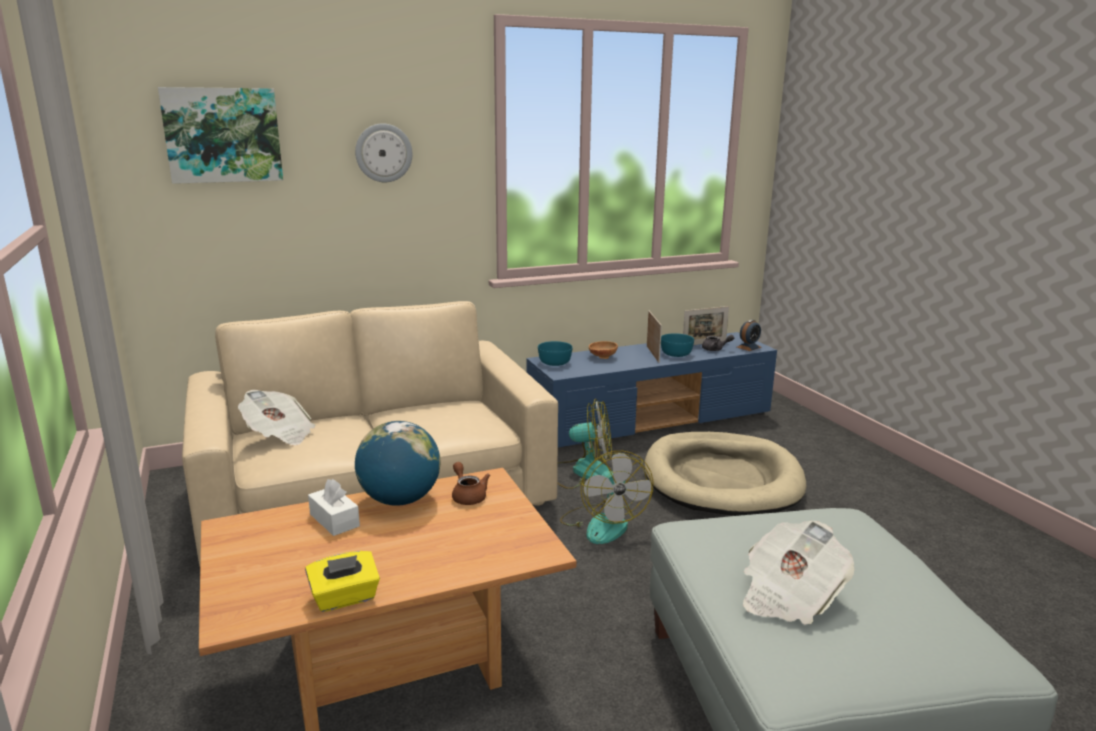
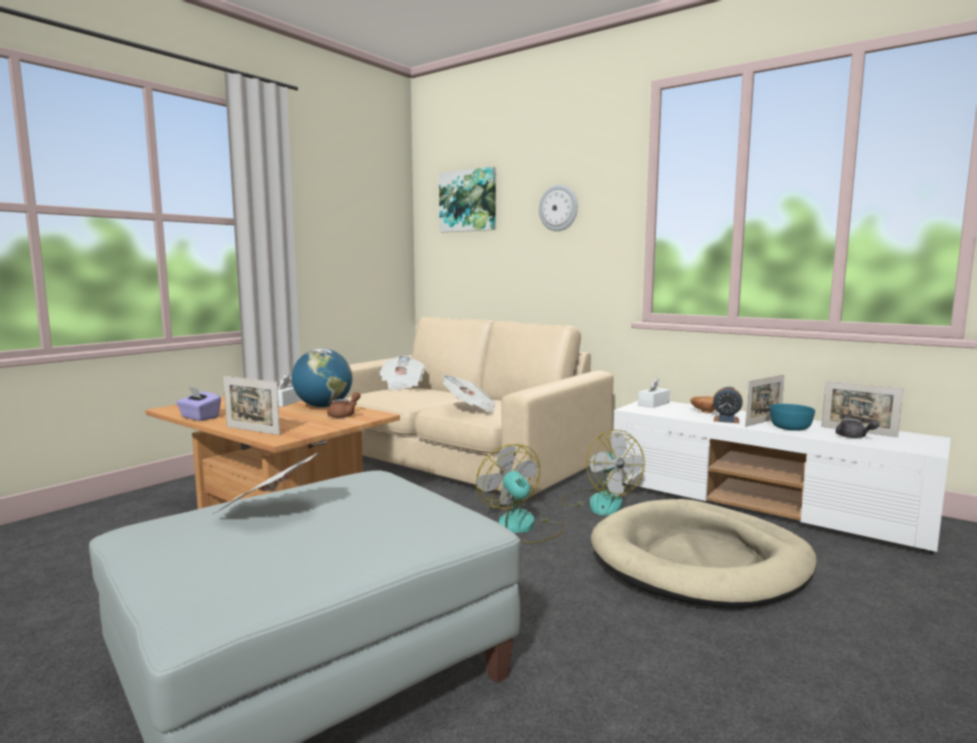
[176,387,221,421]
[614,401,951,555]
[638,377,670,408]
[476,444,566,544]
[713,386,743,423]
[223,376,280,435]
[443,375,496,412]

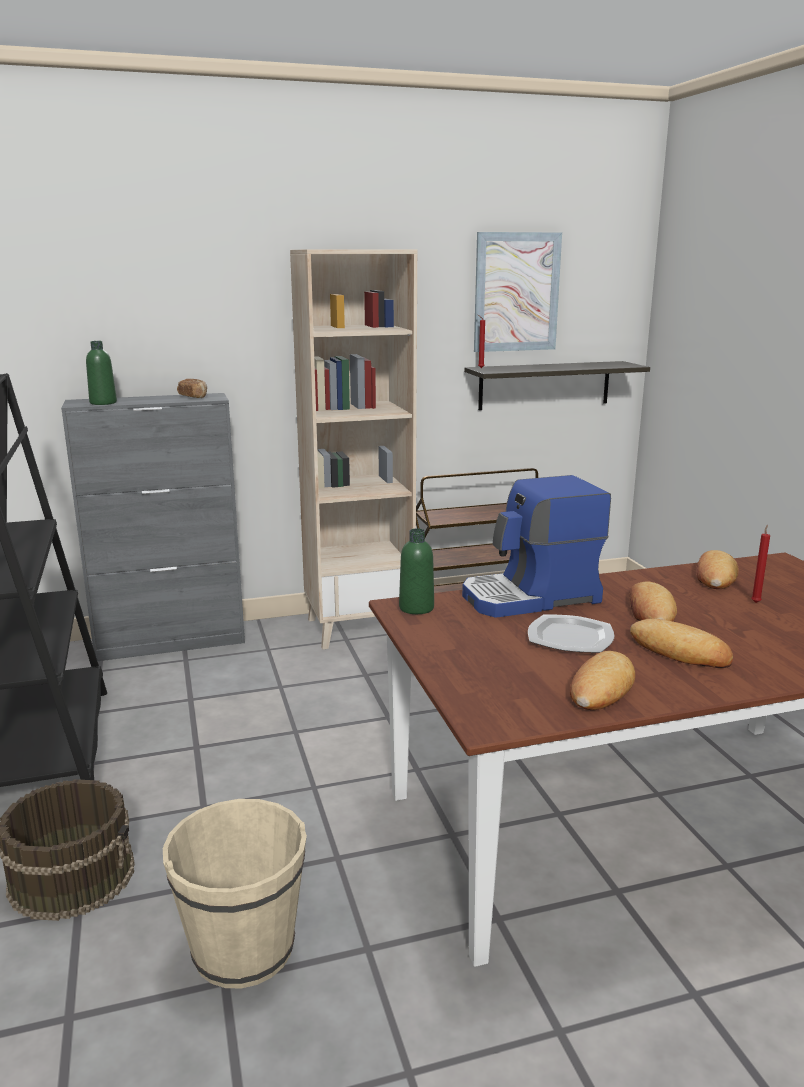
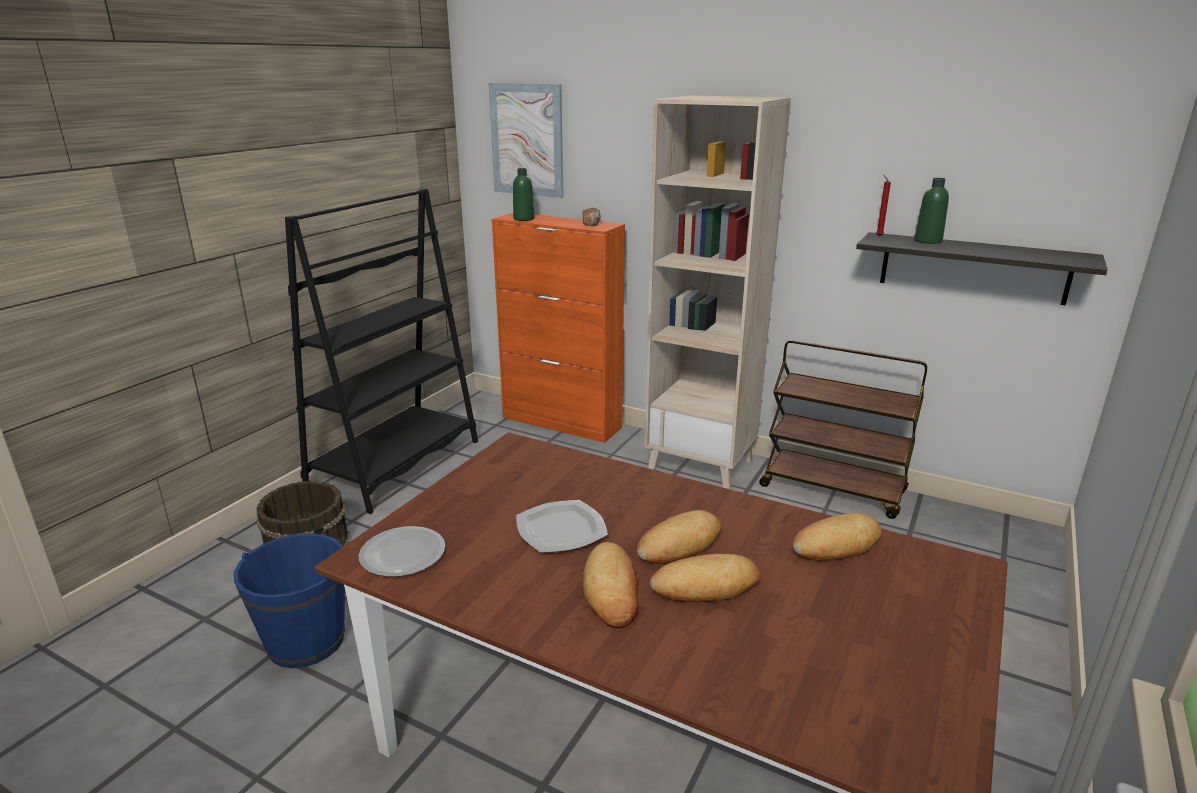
[492,213,625,443]
[234,533,345,668]
[914,178,949,244]
[462,475,611,618] (first image)
[488,83,563,198]
[650,554,761,602]
[751,525,770,603] (first image)
[359,526,445,577]

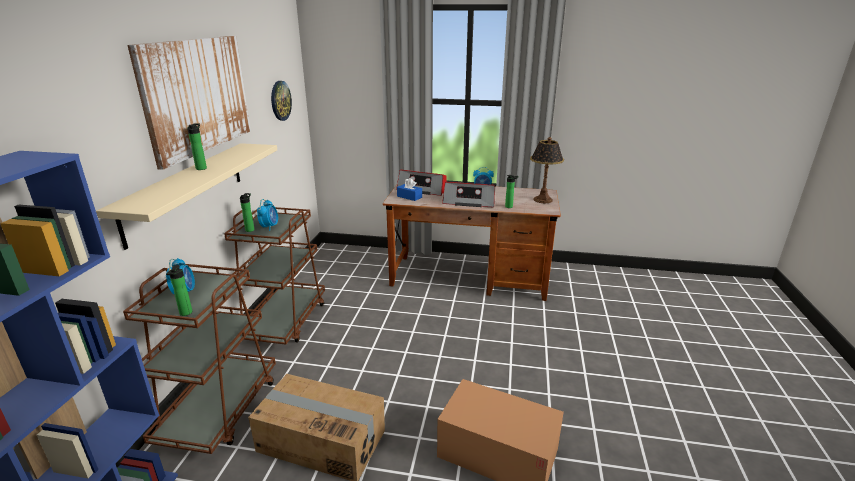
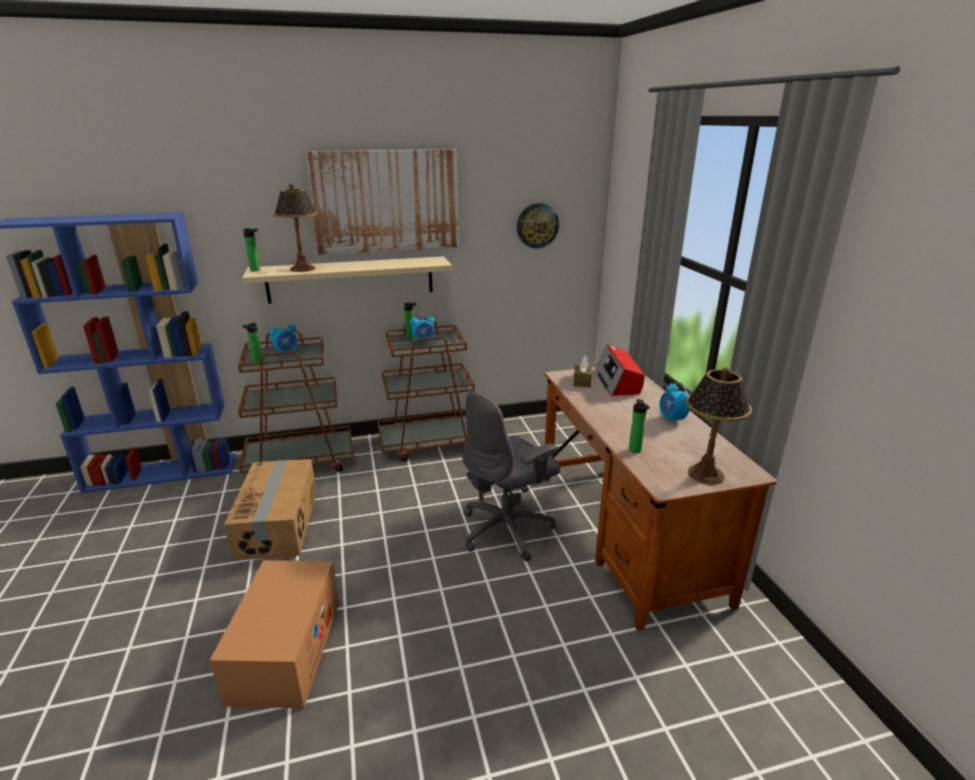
[243,228,260,271]
[573,356,592,387]
[442,182,495,207] (first image)
[273,184,318,272]
[462,391,560,561]

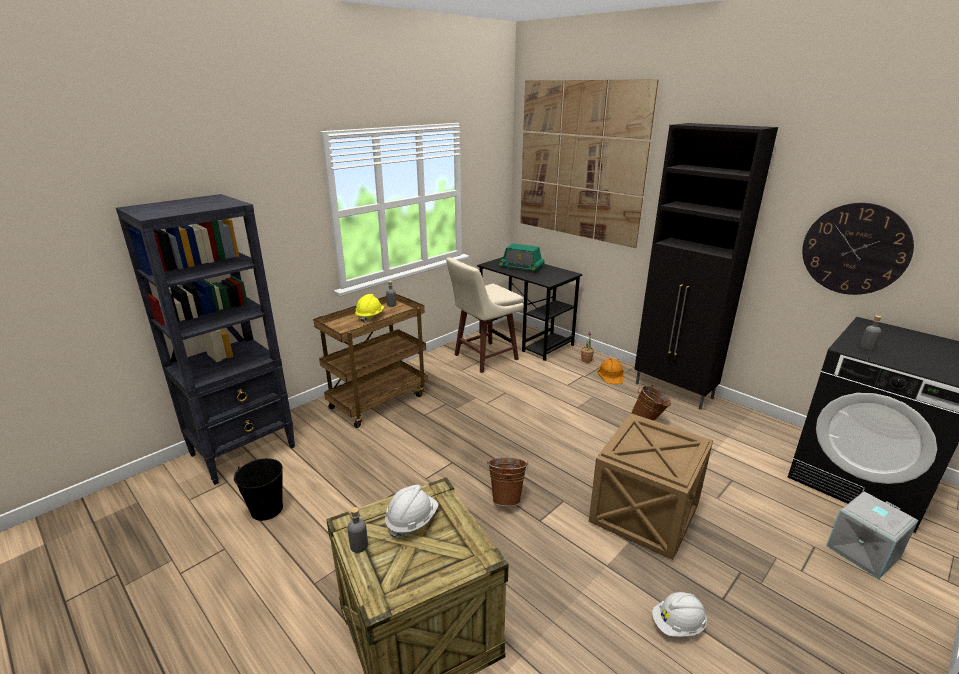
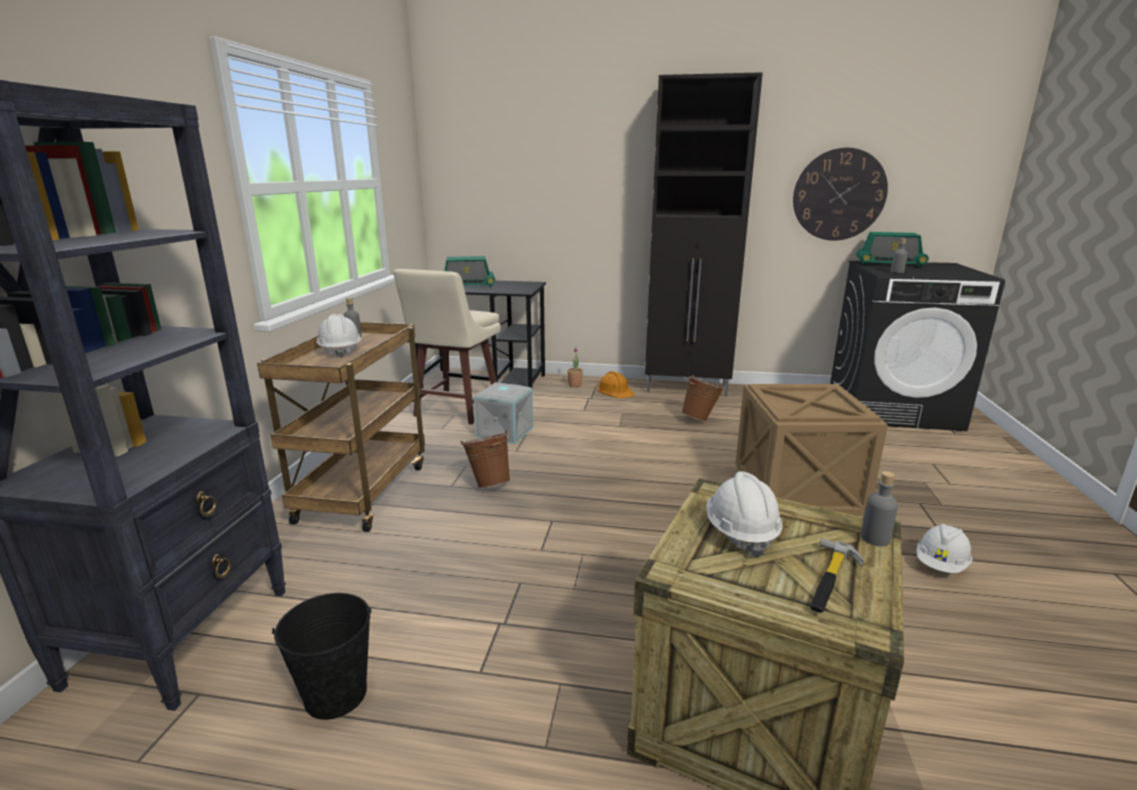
[861,471,898,546]
[317,314,362,358]
[461,430,511,488]
[520,79,658,248] (first image)
[474,382,533,444]
[809,538,864,613]
[856,232,929,267]

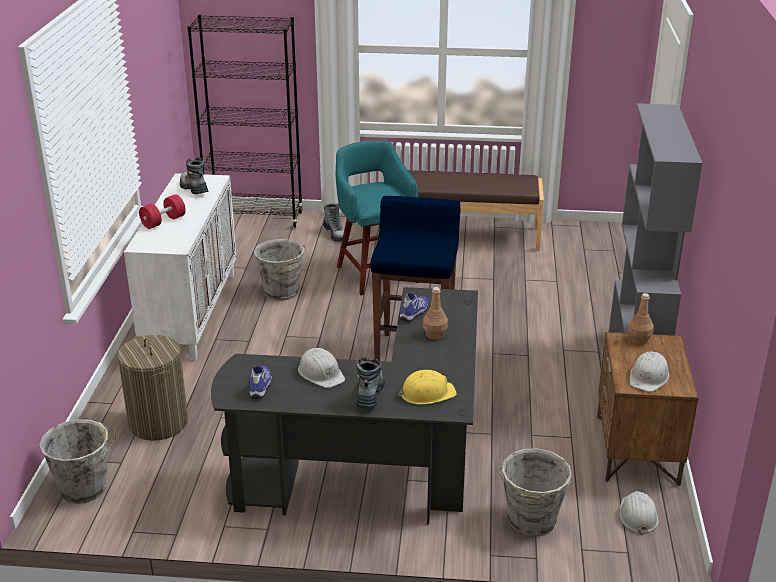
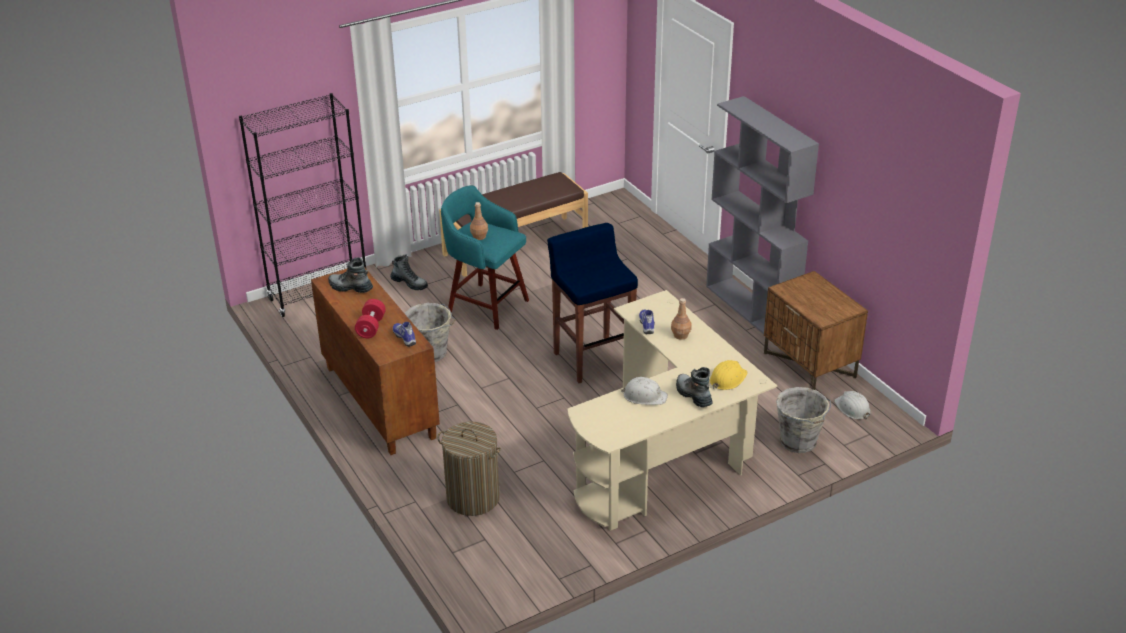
[39,417,116,504] (first image)
[311,267,440,455]
[568,290,777,531]
[393,322,416,347]
[470,202,488,240]
[630,351,669,392] (first image)

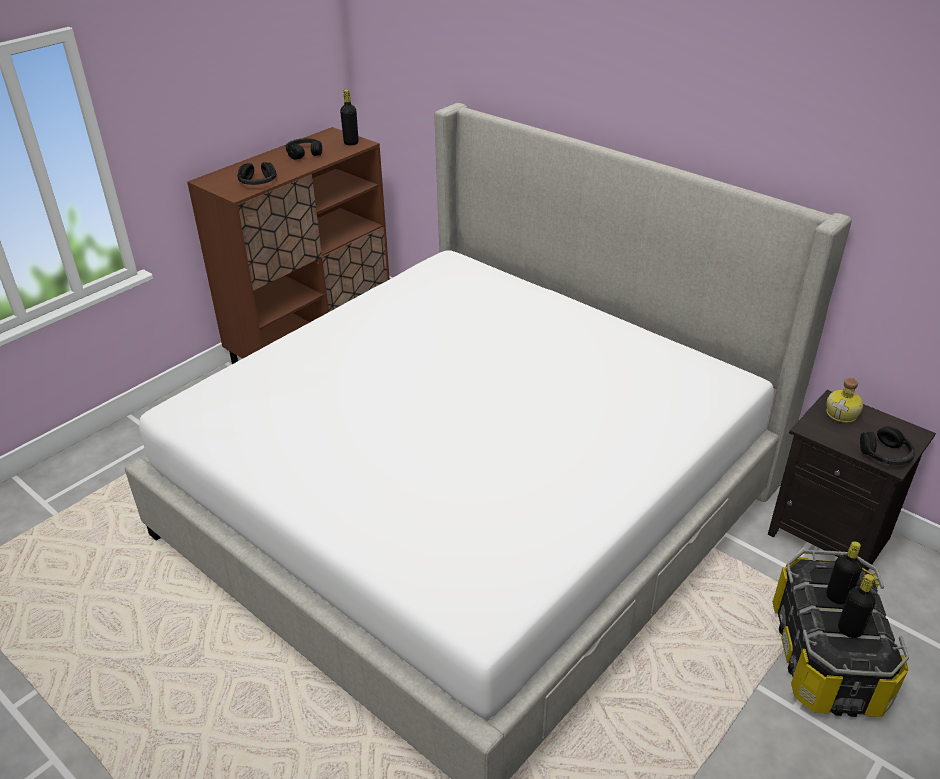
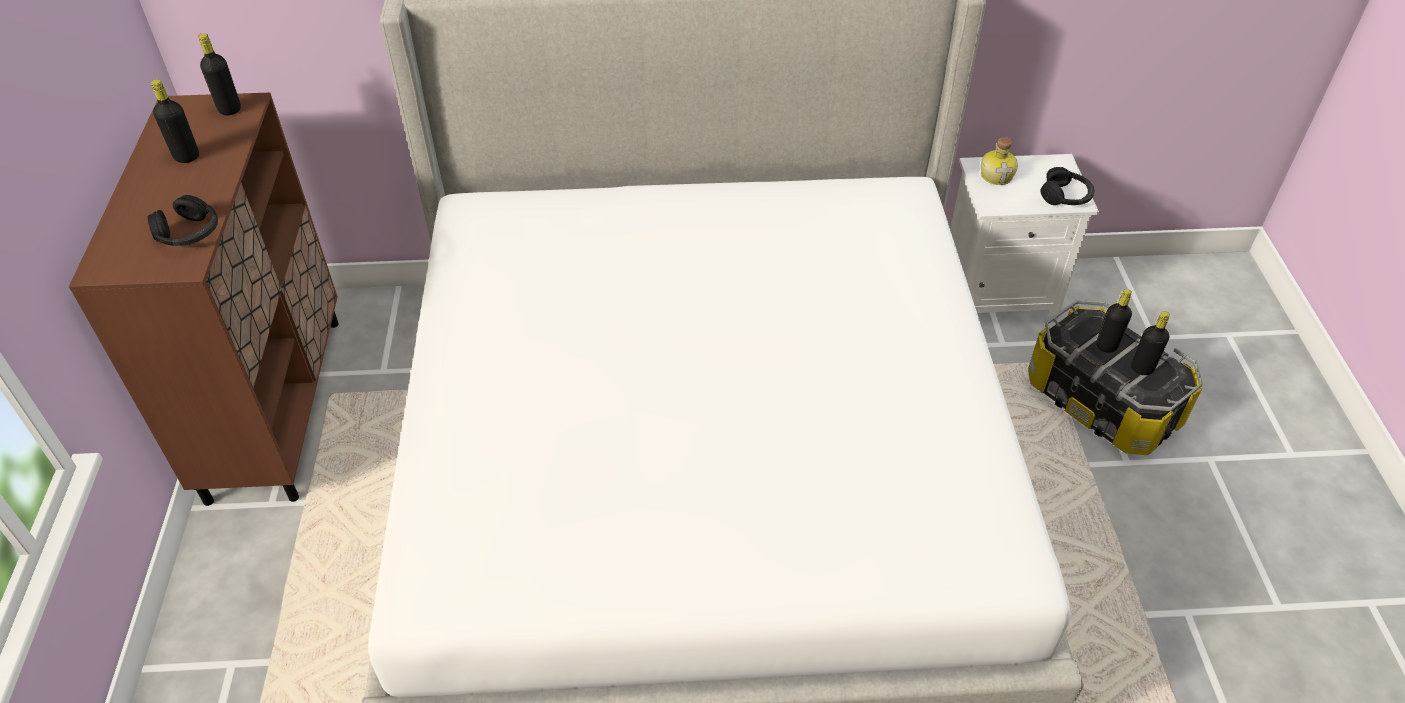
[151,79,199,163]
[950,154,1099,320]

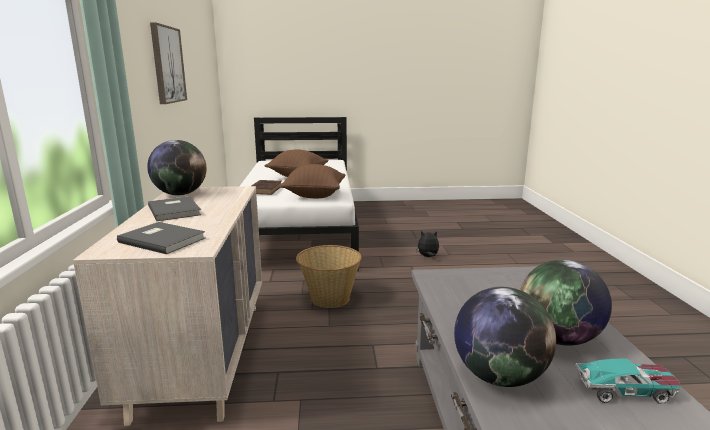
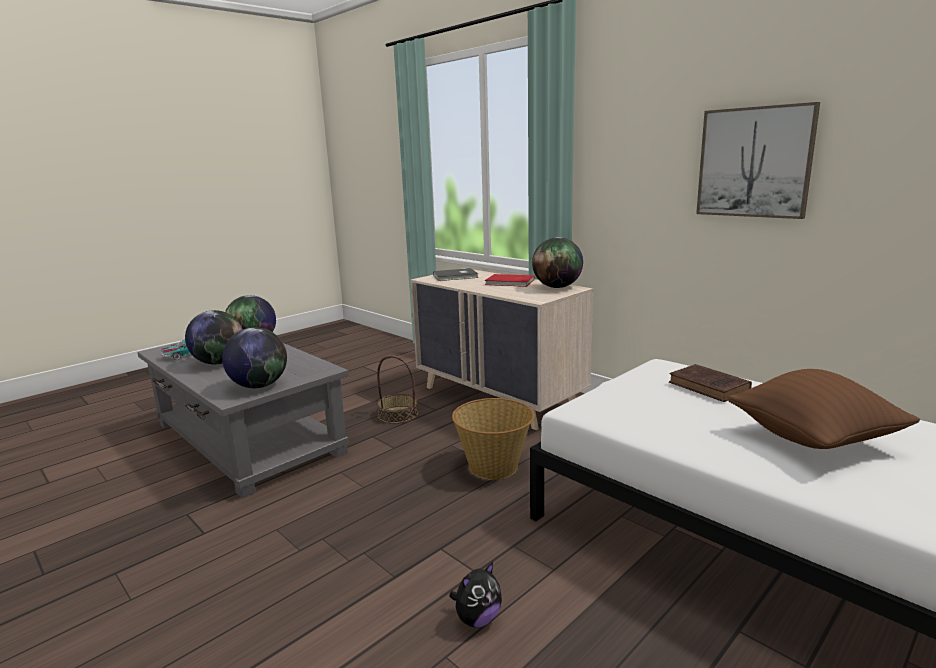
[485,274,535,287]
[280,164,345,198] (first image)
[222,327,287,388]
[377,355,418,424]

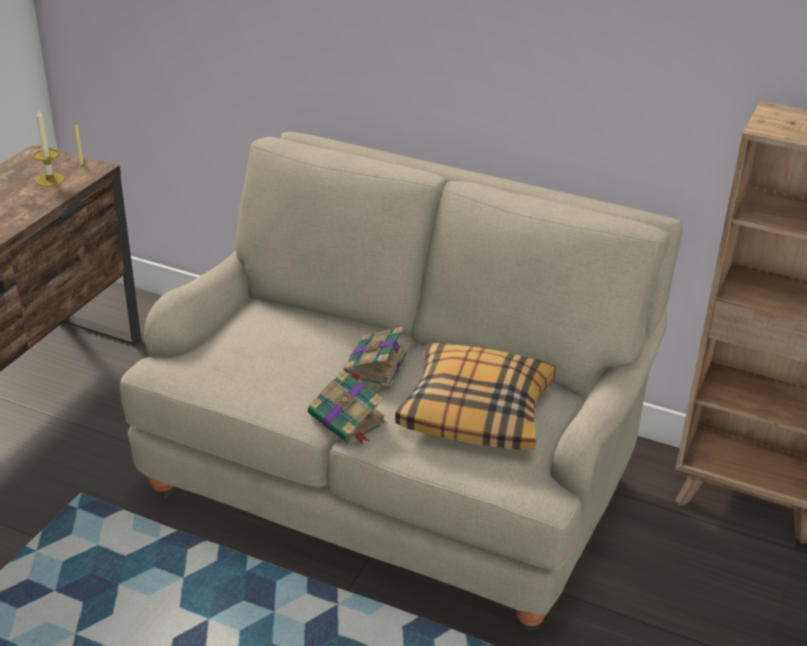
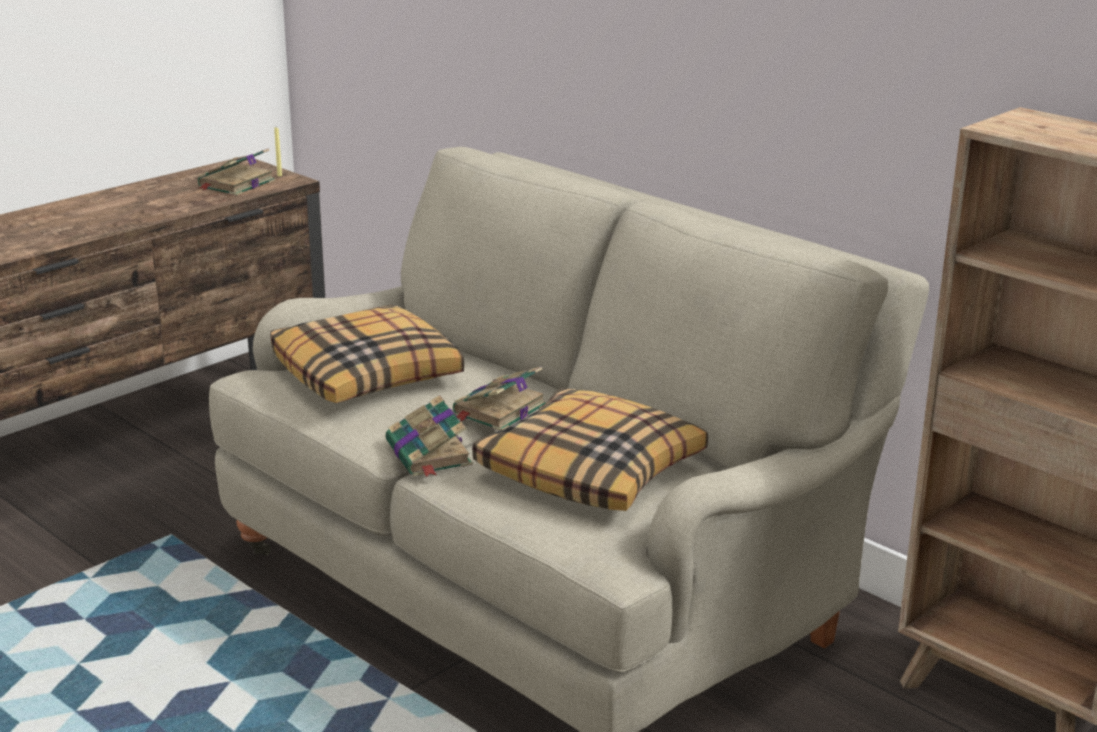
[197,148,275,196]
[270,304,464,403]

